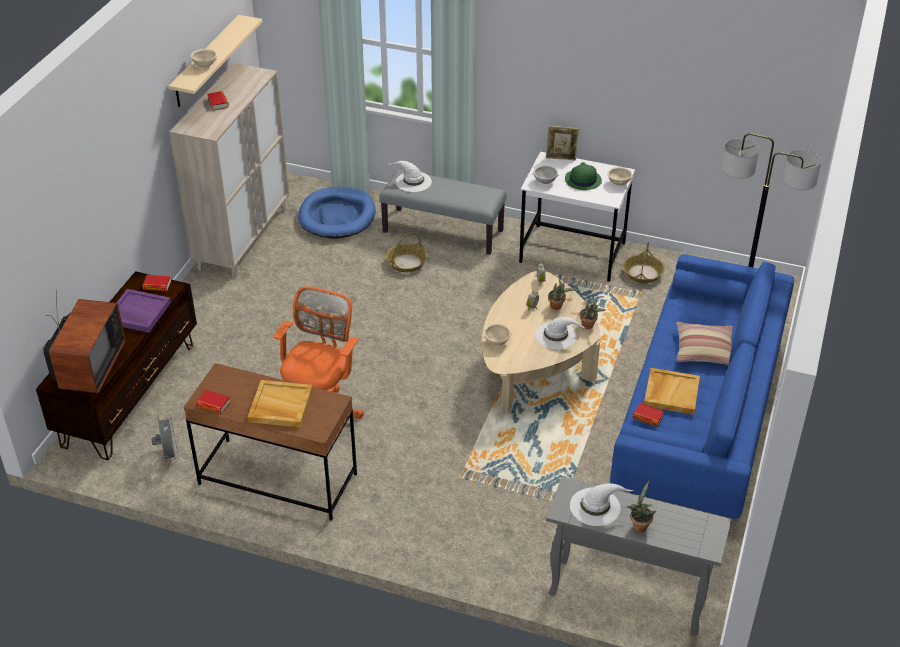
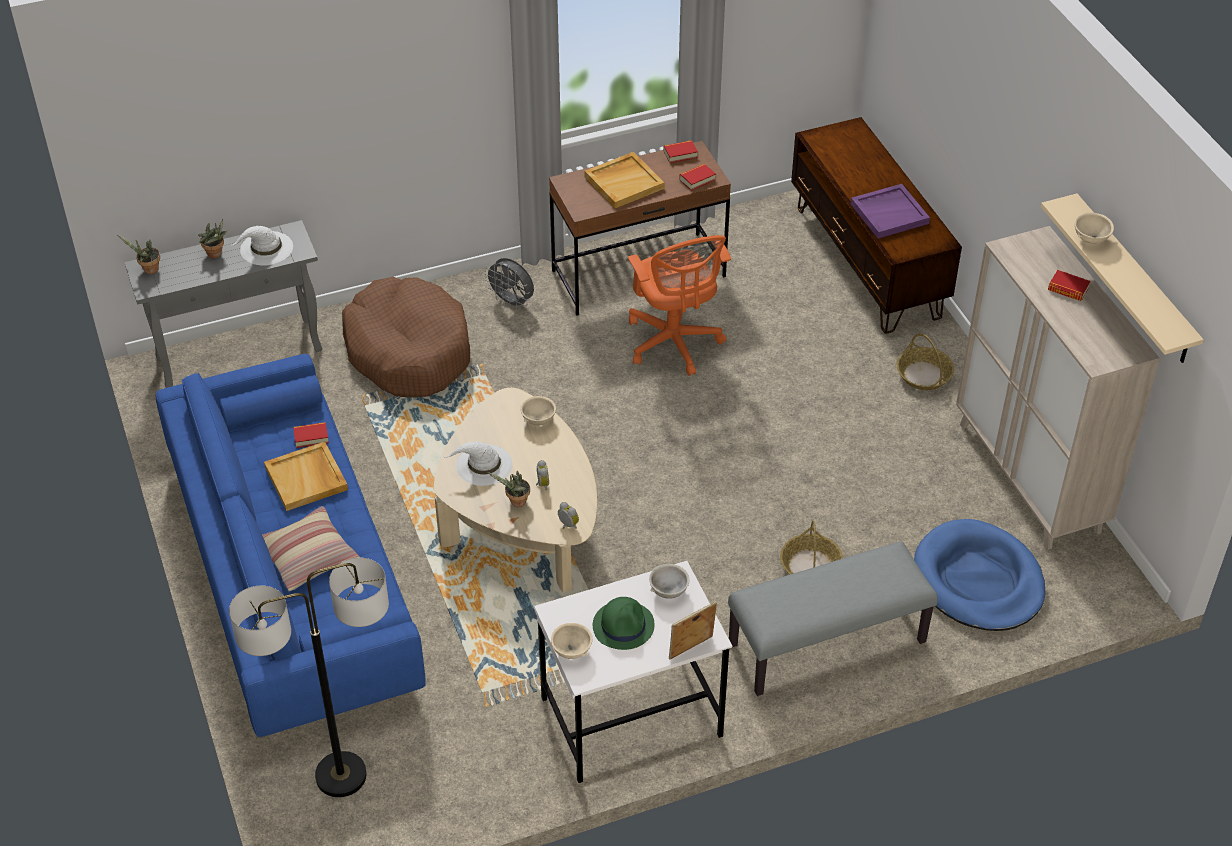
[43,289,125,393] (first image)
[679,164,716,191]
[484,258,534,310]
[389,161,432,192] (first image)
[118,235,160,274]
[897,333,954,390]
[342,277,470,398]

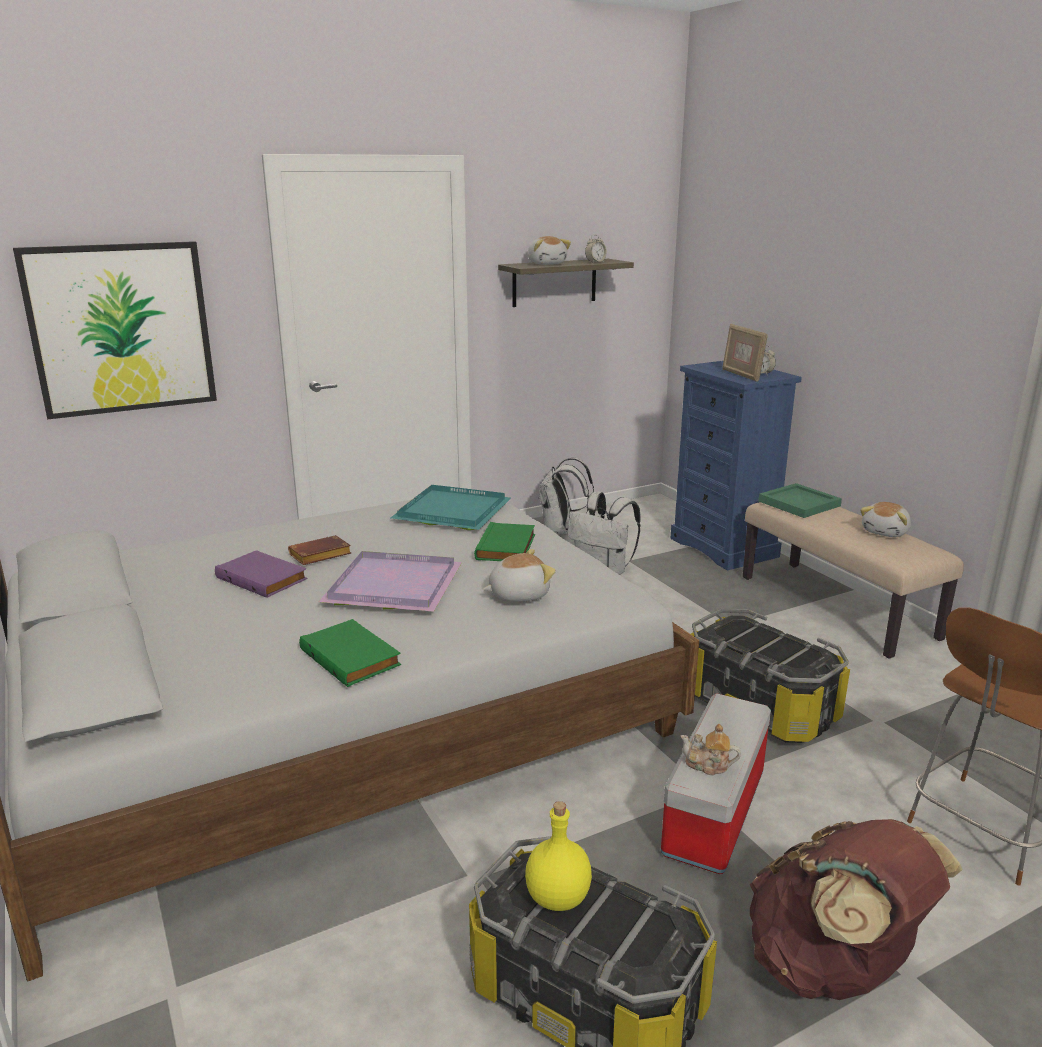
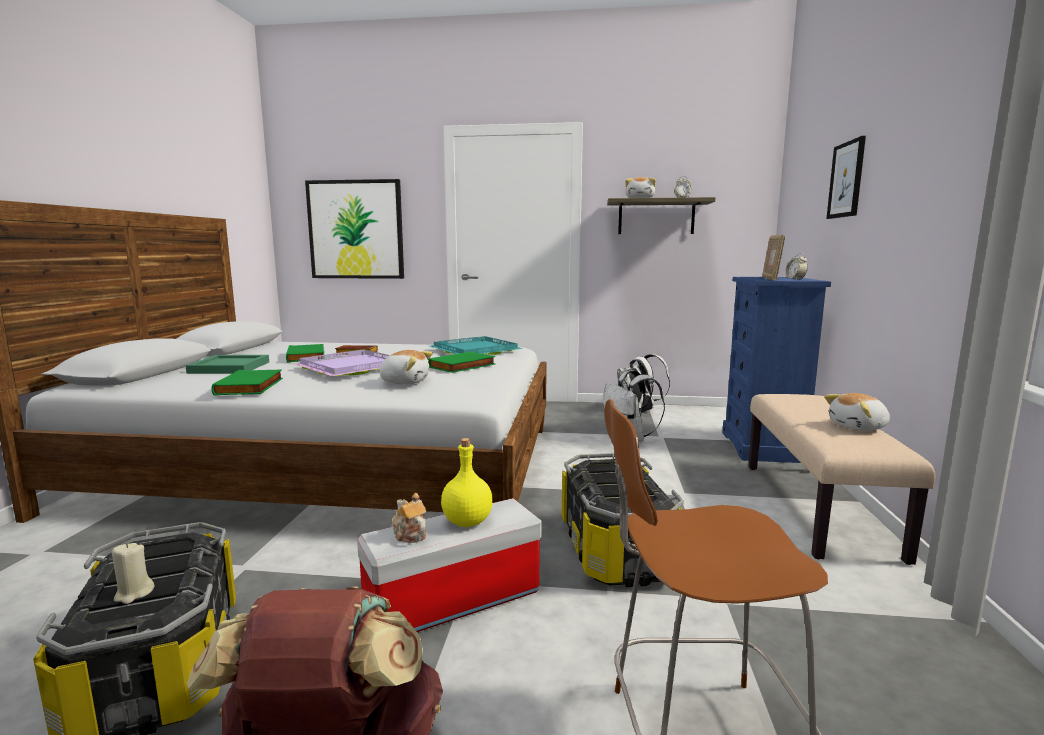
[286,344,324,362]
[441,438,493,527]
[185,355,269,374]
[112,543,155,604]
[826,136,866,219]

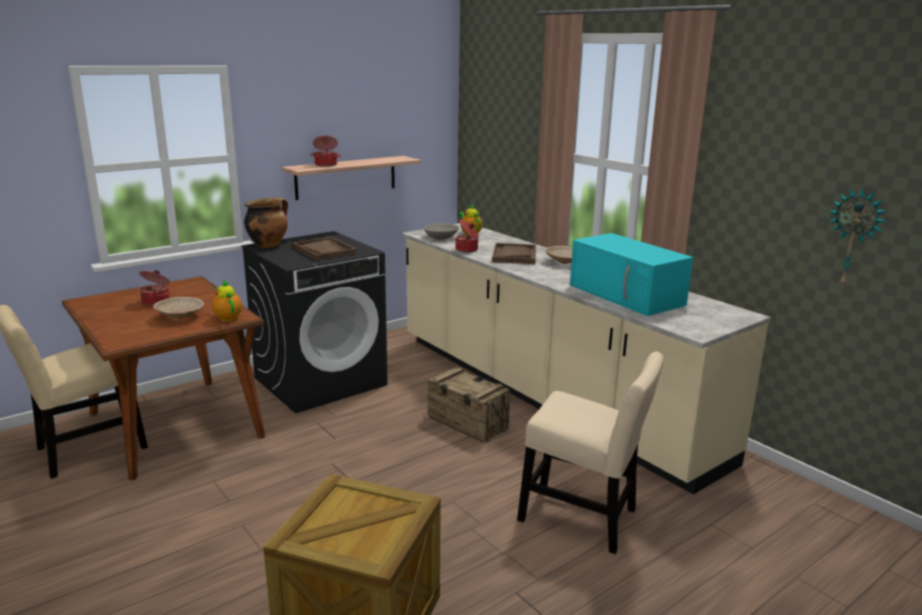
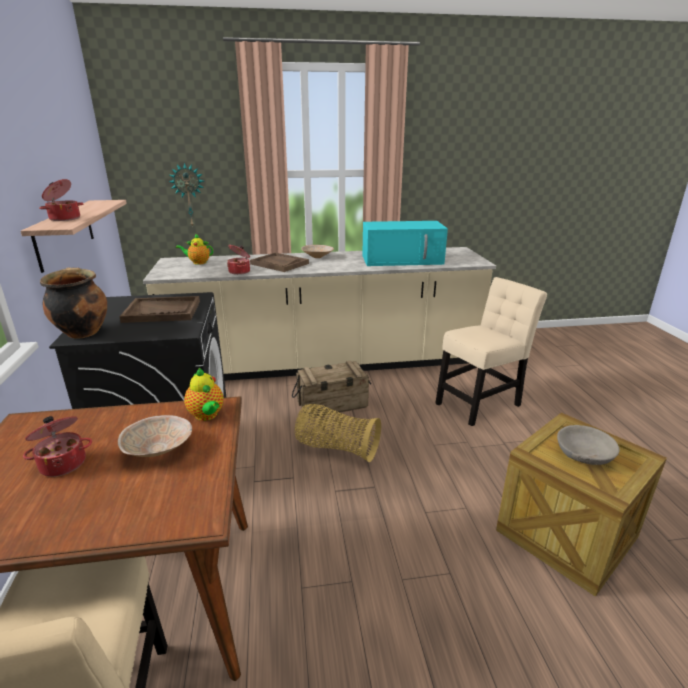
[184,368,224,421]
[557,425,620,465]
[169,163,204,227]
[295,404,381,462]

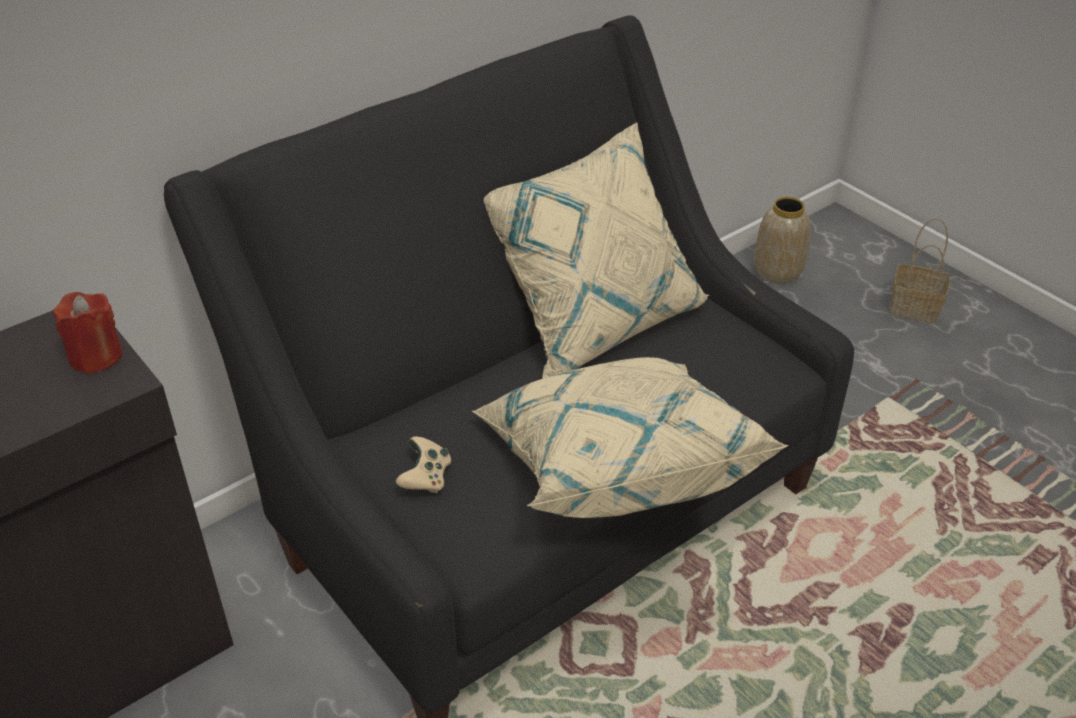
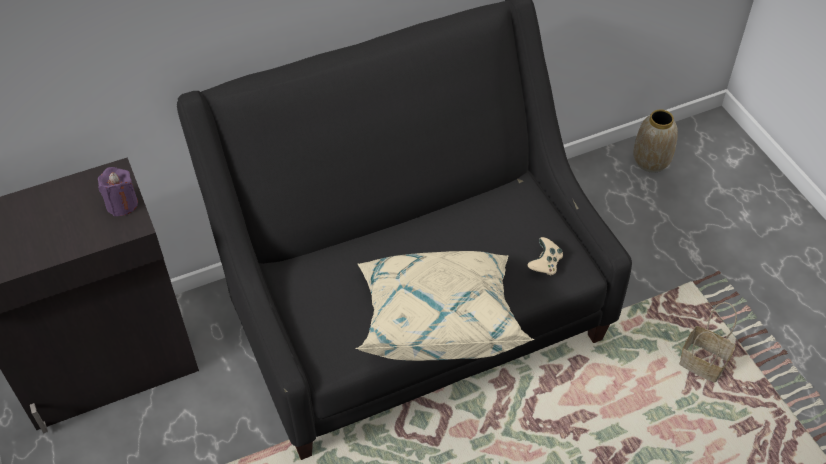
[98,167,138,216]
[527,237,563,276]
[484,123,709,379] (first image)
[679,302,737,383]

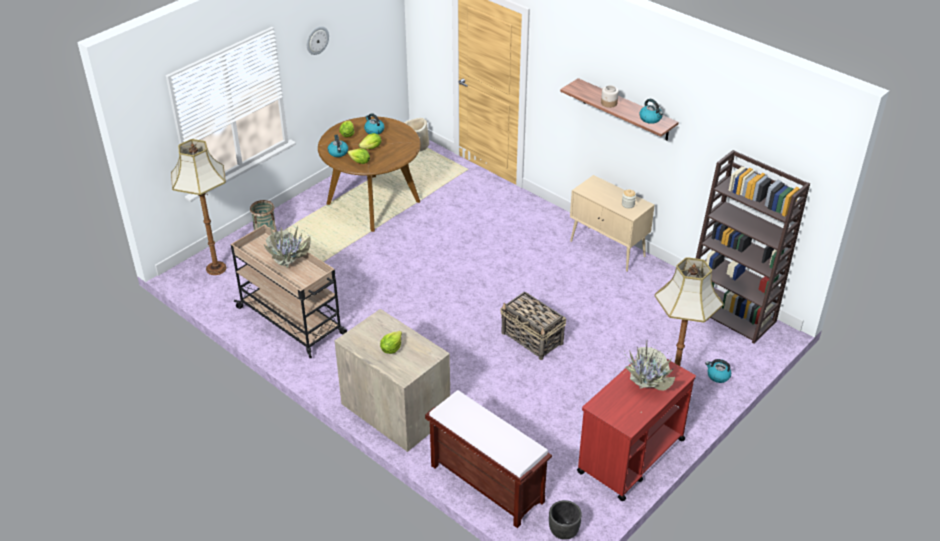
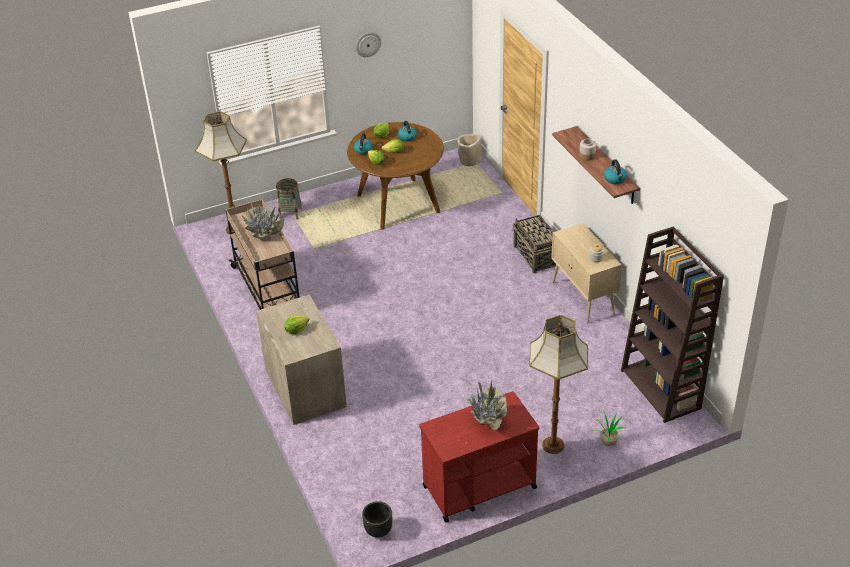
[425,390,552,528] (first image)
[513,215,556,273]
[590,411,627,446]

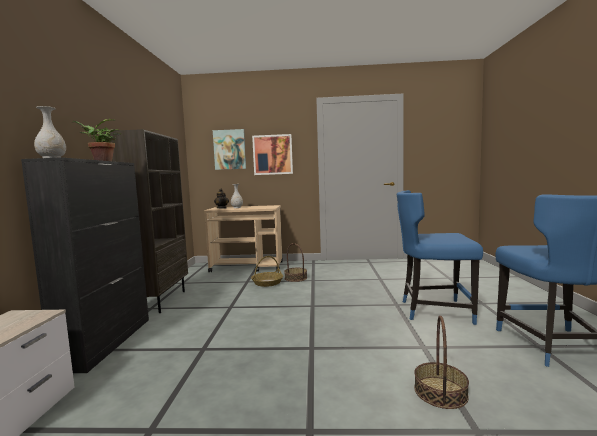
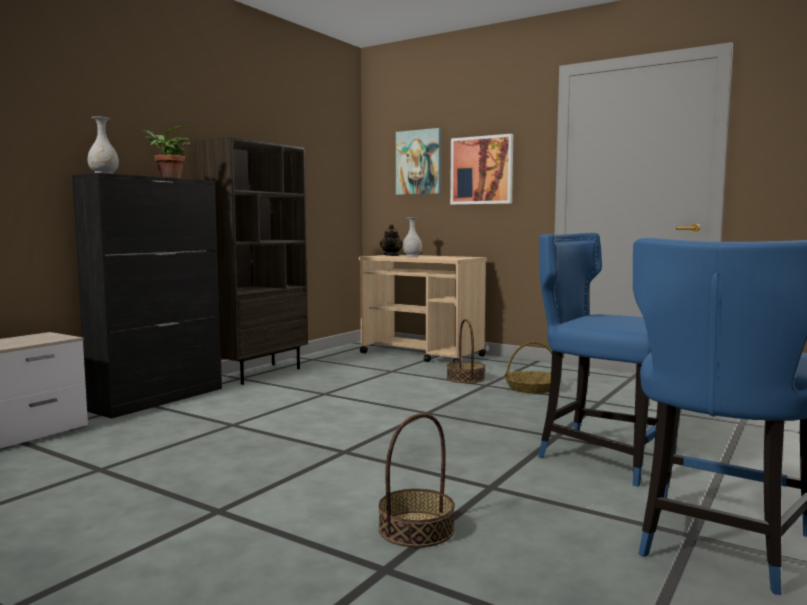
[504,341,552,393]

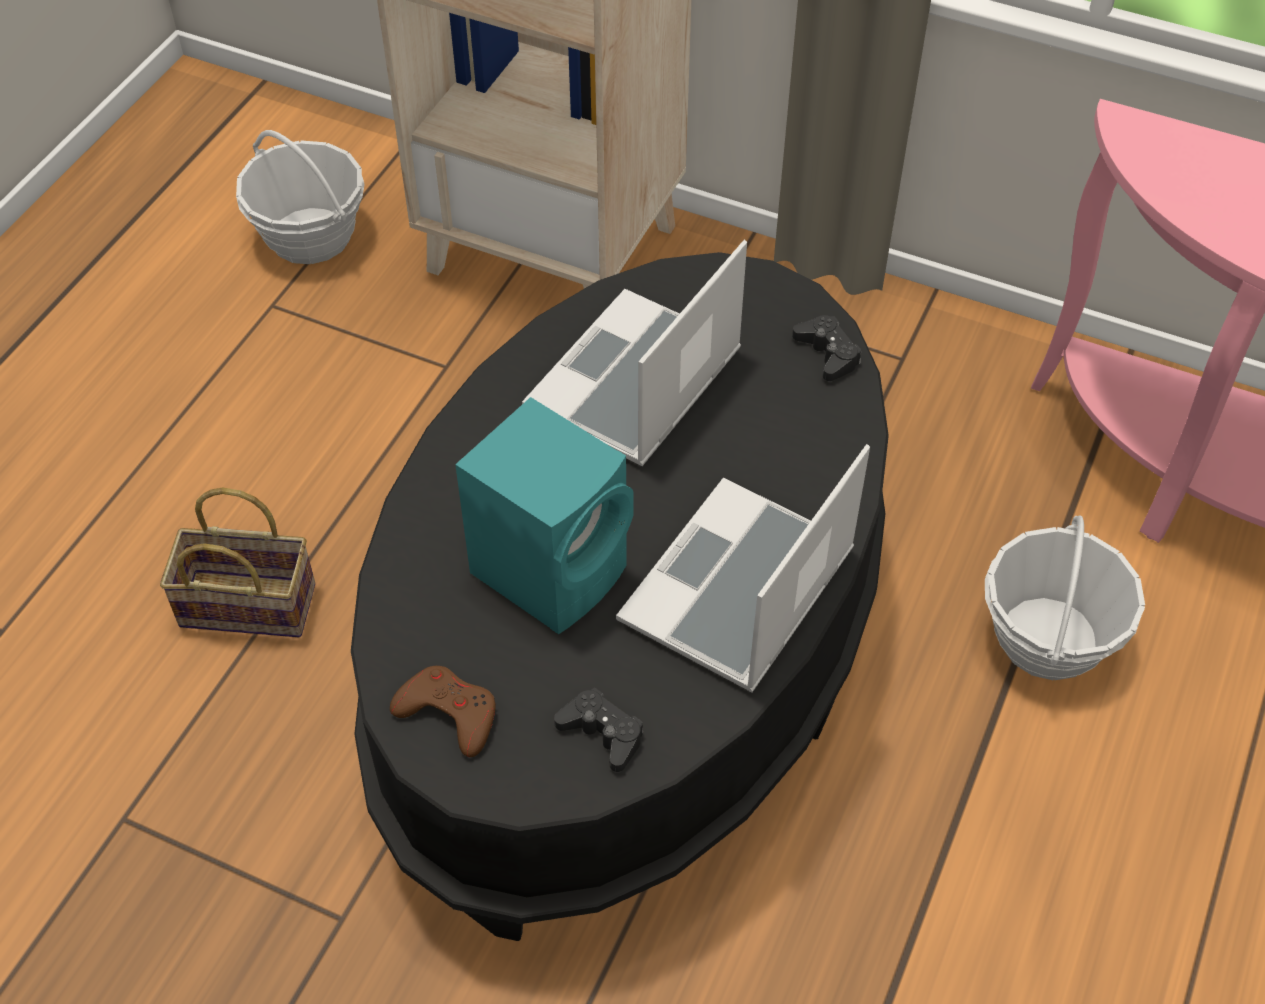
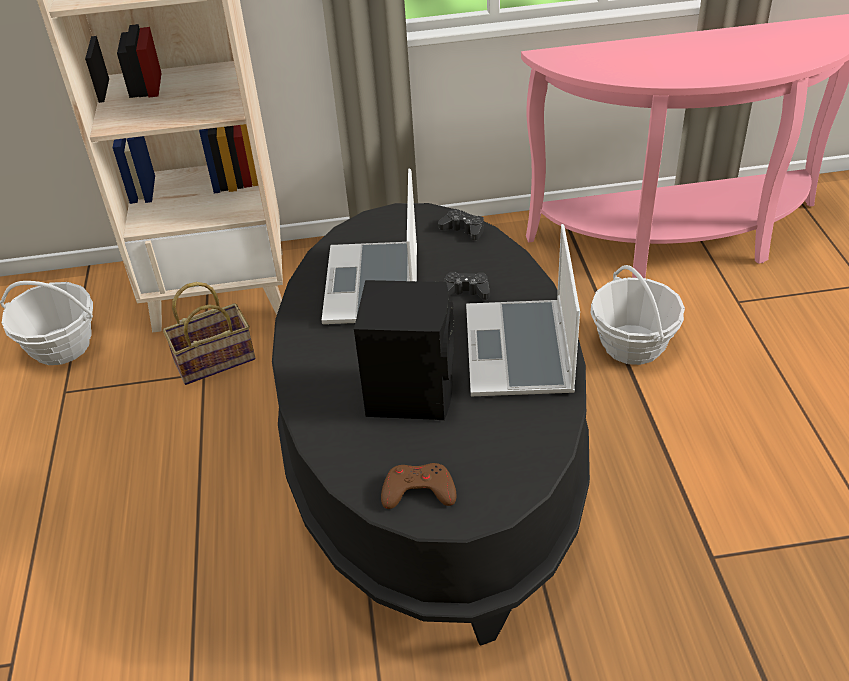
[163,282,256,385]
[354,280,454,420]
[444,272,490,300]

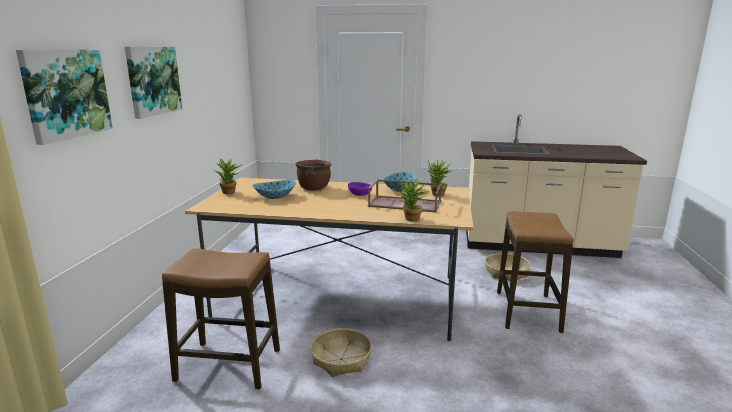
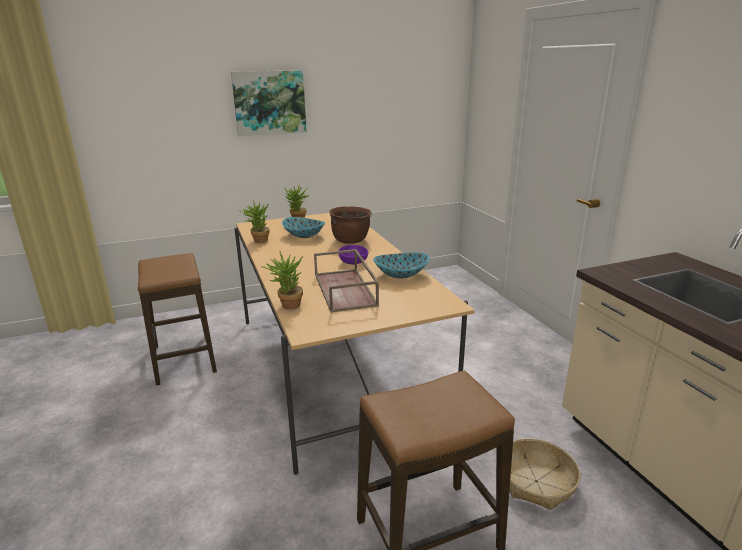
[16,50,113,145] (first image)
[310,328,372,377] (first image)
[239,201,270,243]

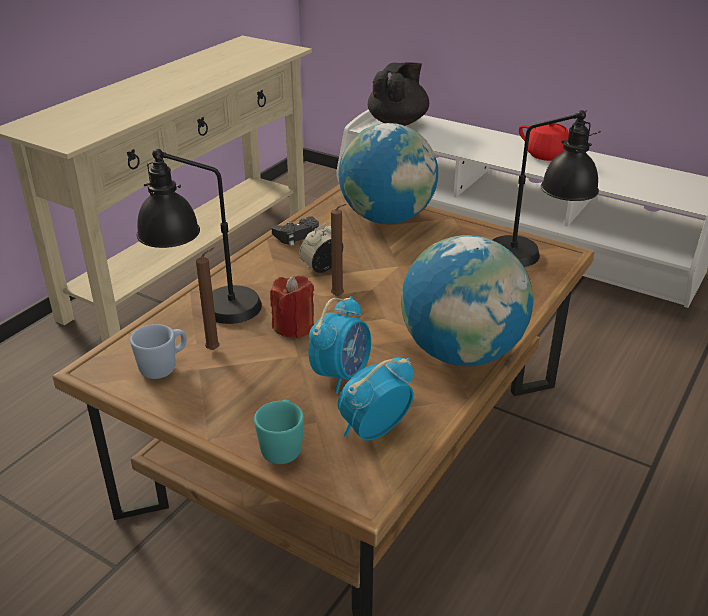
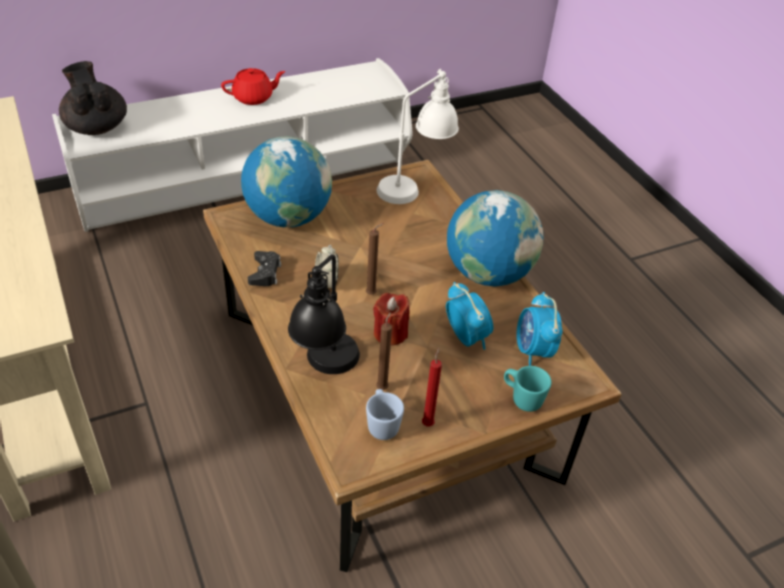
[377,69,459,204]
[422,348,442,426]

